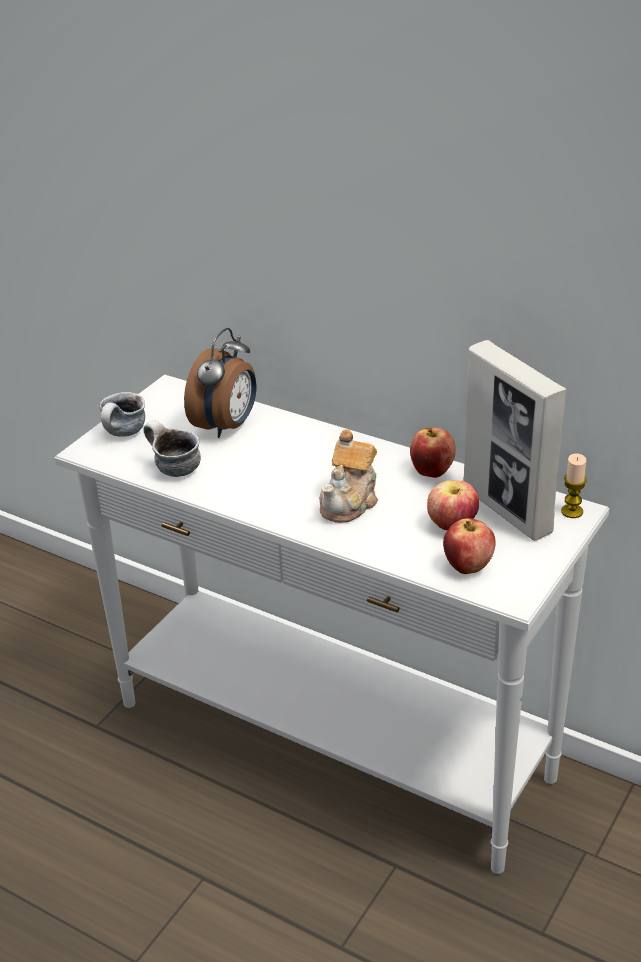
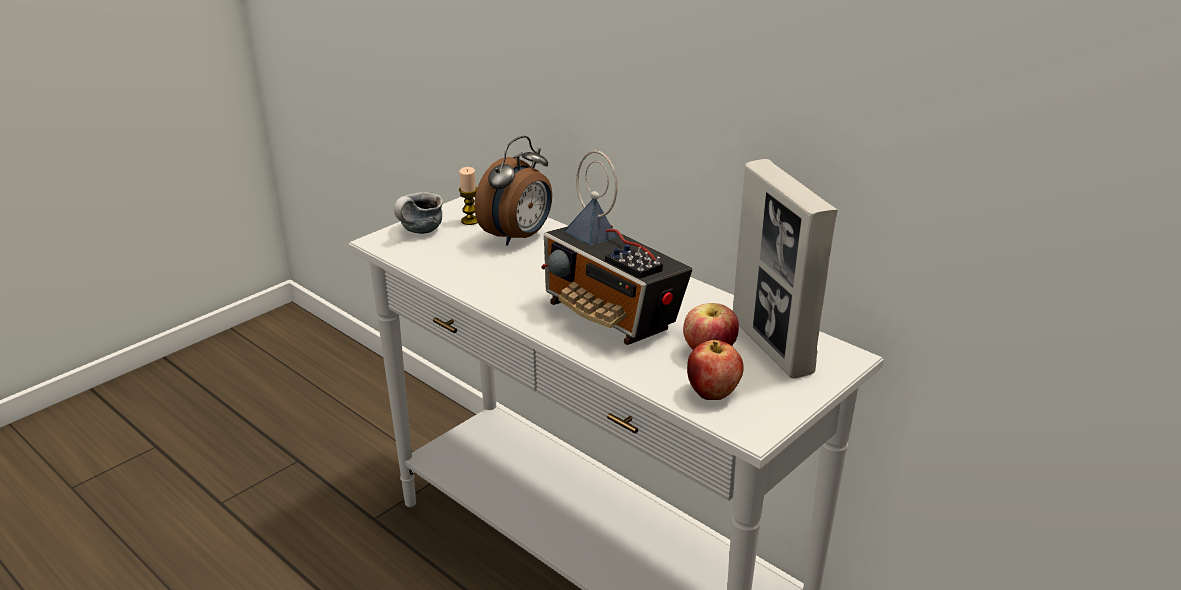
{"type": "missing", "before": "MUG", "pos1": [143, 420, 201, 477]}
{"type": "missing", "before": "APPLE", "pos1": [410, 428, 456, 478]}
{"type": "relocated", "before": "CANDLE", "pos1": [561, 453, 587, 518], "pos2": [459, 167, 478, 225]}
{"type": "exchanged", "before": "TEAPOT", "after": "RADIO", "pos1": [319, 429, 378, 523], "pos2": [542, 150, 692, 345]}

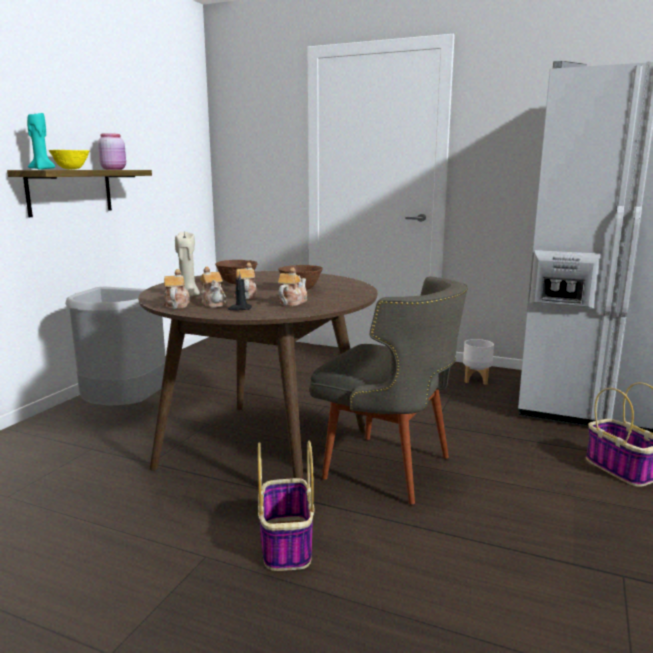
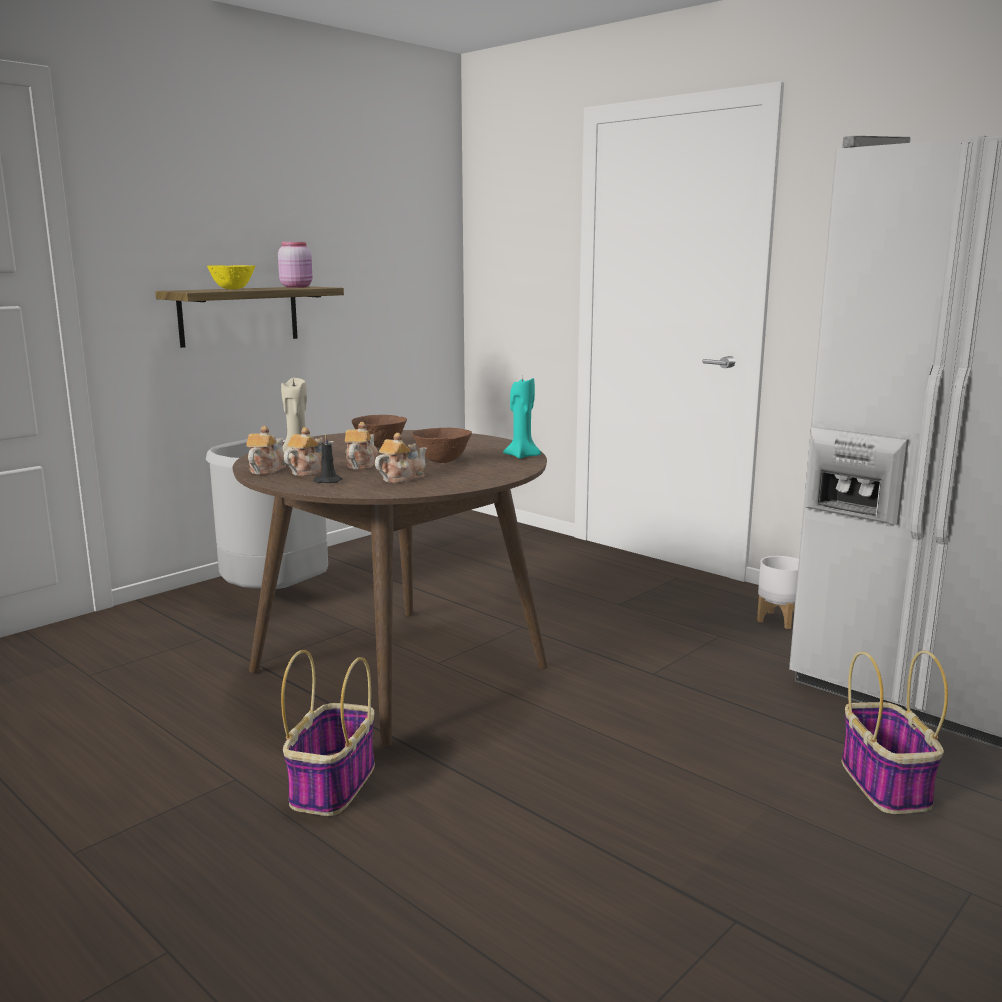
{"type": "missing", "before": "GREY CHAIR", "pos1": [309, 276, 468, 505]}
{"type": "relocated", "before": "TURQUOISE CANDLE", "pos1": [27, 113, 55, 170], "pos2": [503, 377, 541, 459]}
{"type": "spun", "before": "TEAPOT", "pos1": [200, 266, 226, 308], "pos2": [284, 427, 333, 476], "turn": -135}

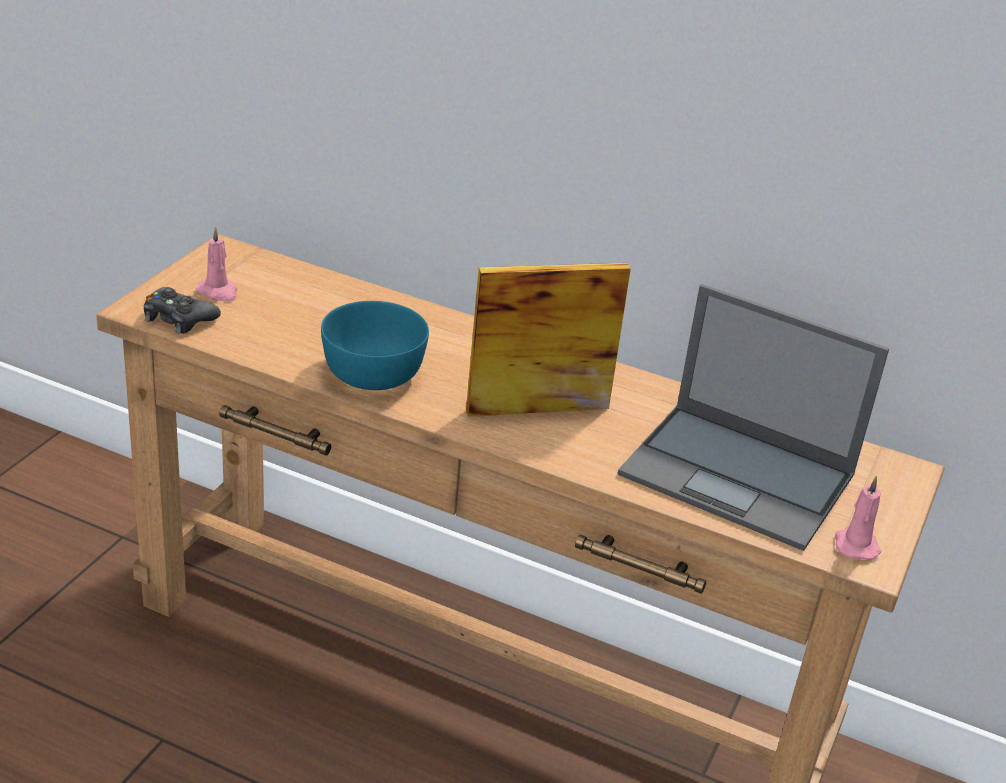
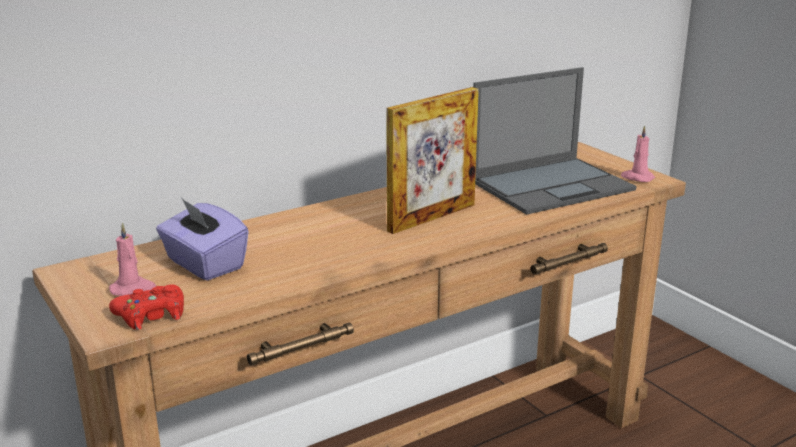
{"type": "missing", "before": "TURQUOISE BOWL", "pos1": [321, 301, 429, 390]}
{"type": "appeared", "after": "PURPLE TISSUE BOX", "pos2": [156, 199, 249, 281]}
{"type": "colour", "before": "BLACK GAME CONTROLLER", "after": "RED GAME CONTROLLER", "pos1": [144, 287, 221, 334], "pos2": [109, 284, 184, 330]}
{"type": "spun", "before": "PICTURE FRAME", "pos1": [466, 263, 631, 417], "pos2": [386, 87, 479, 234], "turn": -150}

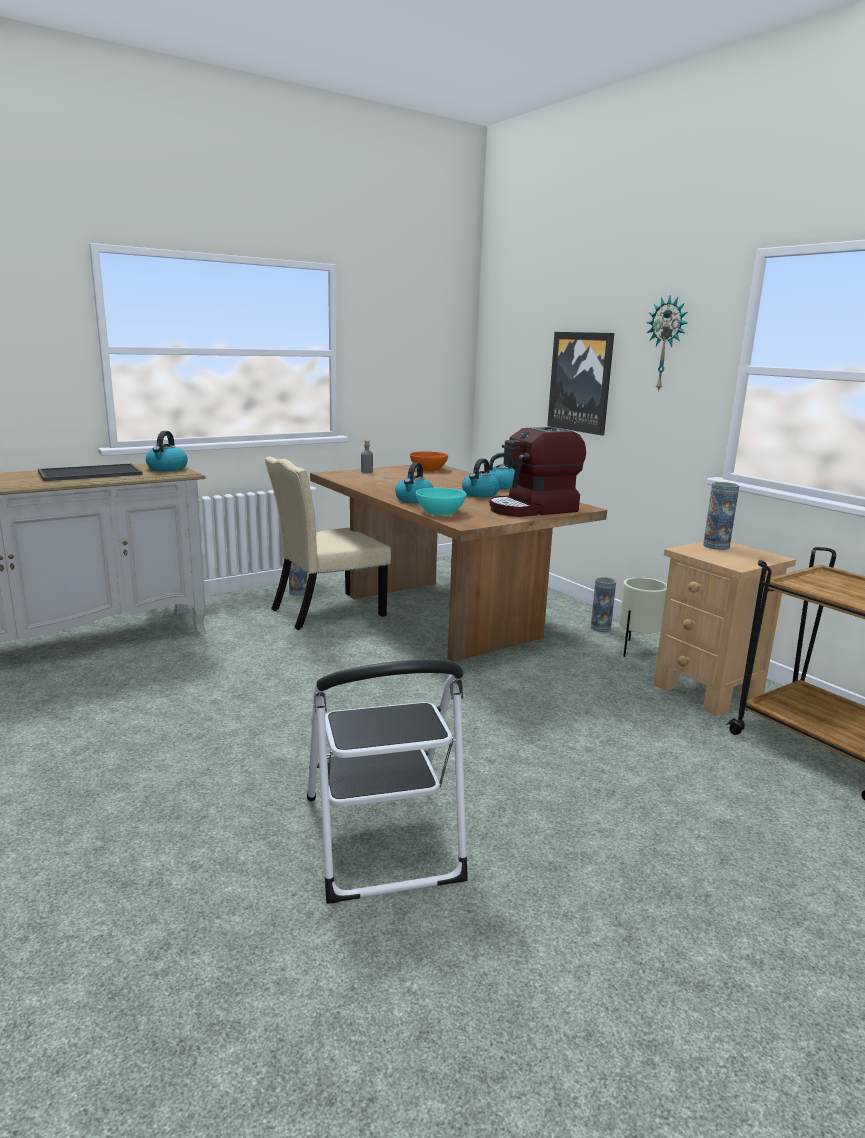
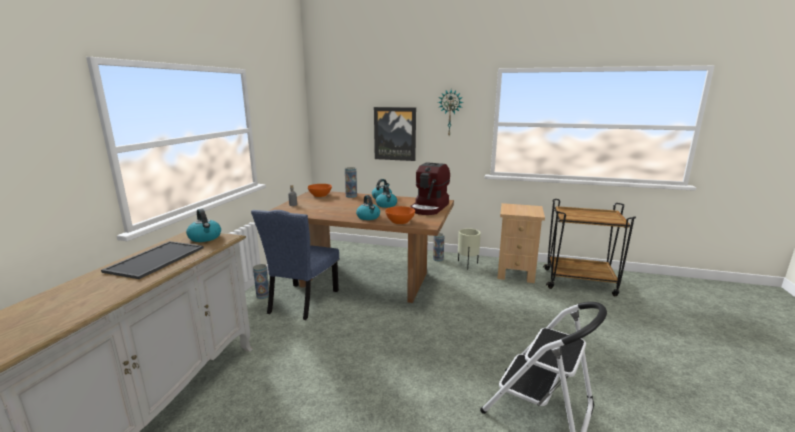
{"type": "relocated", "before": "VASE", "pos1": [703, 482, 739, 550], "pos2": [345, 167, 357, 198]}
{"type": "colour", "before": "BEIGE CHAIR", "after": "BLUE CHAIR", "pos1": [265, 457, 391, 630], "pos2": [251, 210, 340, 320]}
{"type": "colour", "before": "TURQUOISE BOWL", "after": "ORANGE BOWL", "pos1": [416, 488, 466, 515], "pos2": [385, 206, 415, 224]}

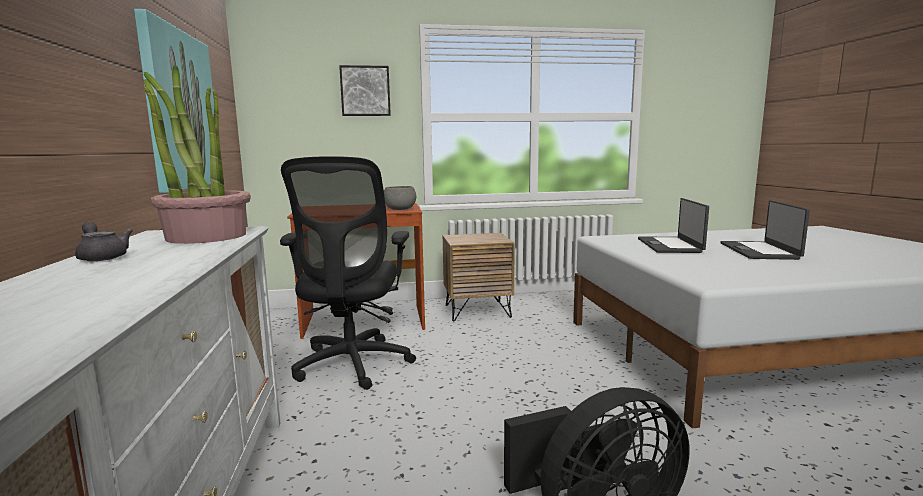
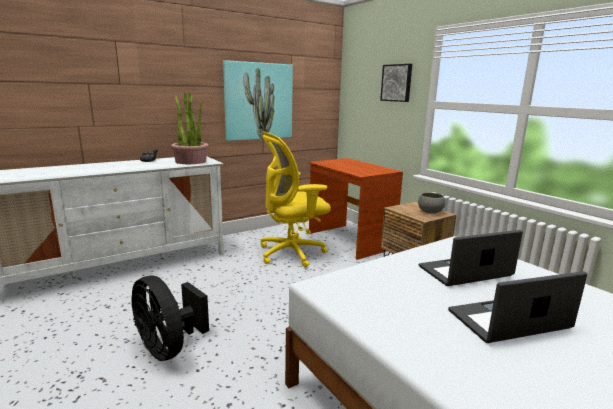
{"type": "relocated", "before": "GREY BOWL", "pos1": [384, 186, 416, 210], "pos2": [418, 193, 445, 213]}
{"type": "colour", "before": "BLACK OFFICE CHAIR", "after": "YELLOW OFFICE CHAIR", "pos1": [280, 156, 416, 390], "pos2": [261, 131, 331, 267]}

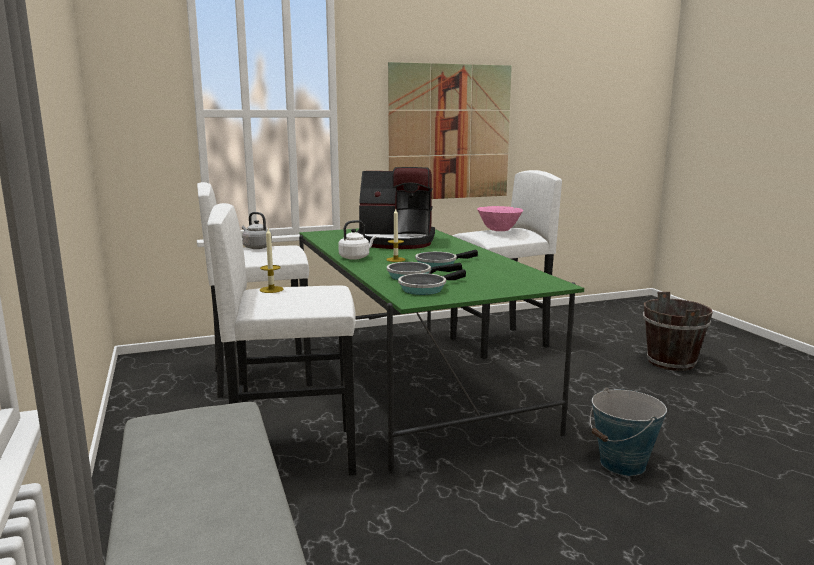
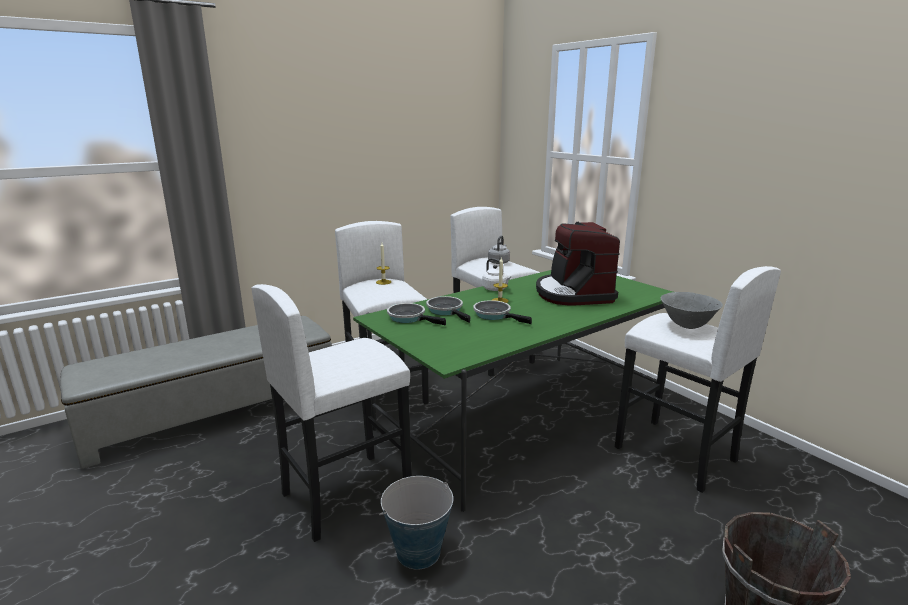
{"type": "missing", "before": "PICTURE", "pos1": [388, 62, 512, 199]}
{"type": "appeared", "after": "WHITE STOOL", "pos2": [251, 284, 411, 542]}
{"type": "colour", "before": "PINK BOWL", "after": "GREY BOWL", "pos1": [477, 206, 523, 231], "pos2": [661, 292, 723, 329]}

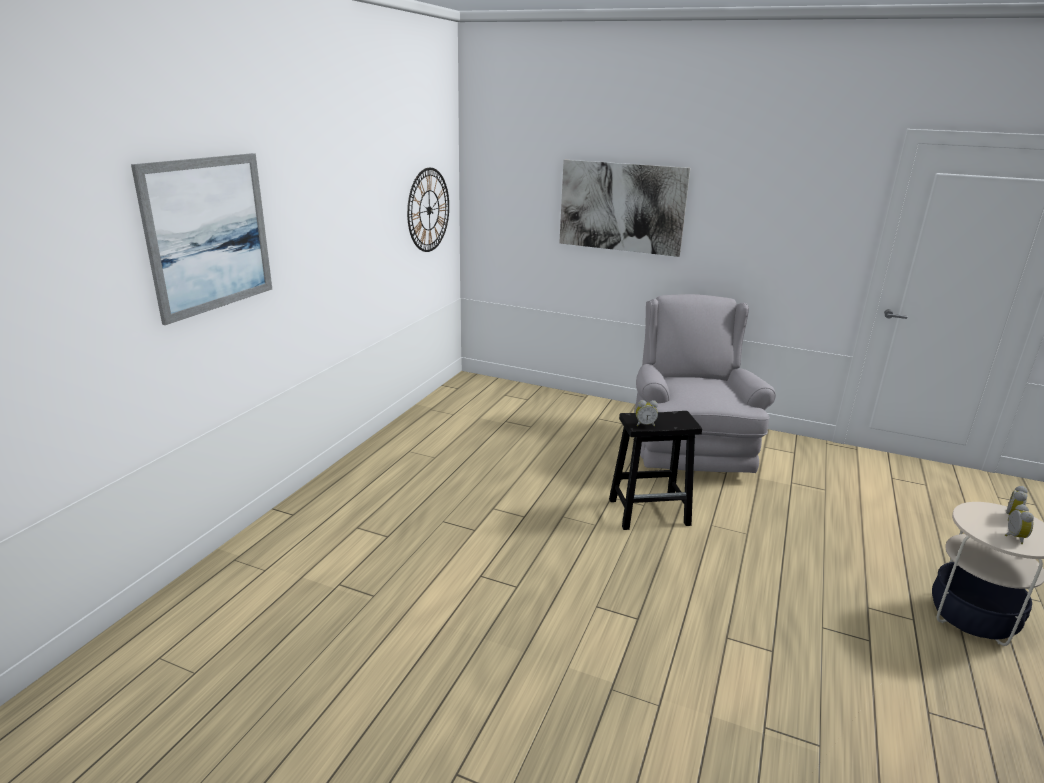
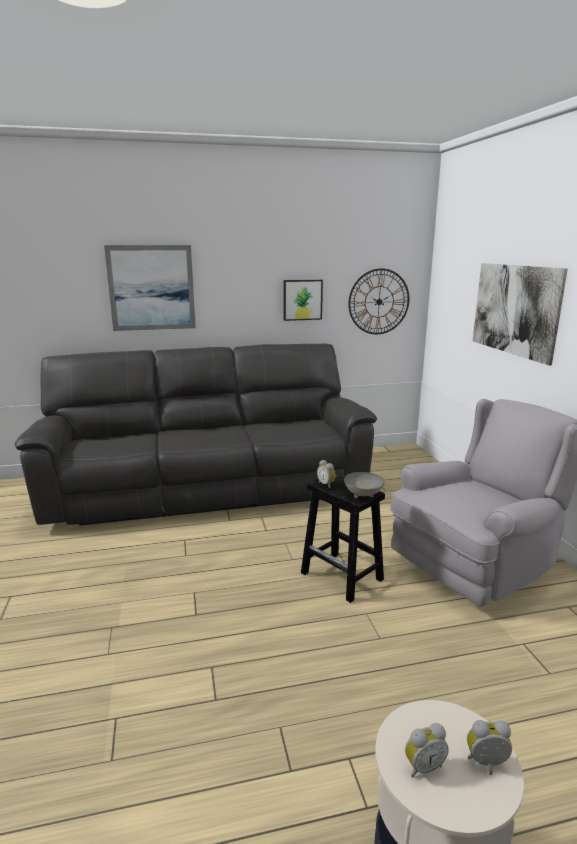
{"type": "appeared", "after": "GREY SOFA", "pos2": [15, 344, 377, 525]}
{"type": "appeared", "after": "PICTURE", "pos2": [283, 280, 323, 321]}
{"type": "appeared", "after": "GREY BOWL", "pos2": [344, 472, 384, 498]}

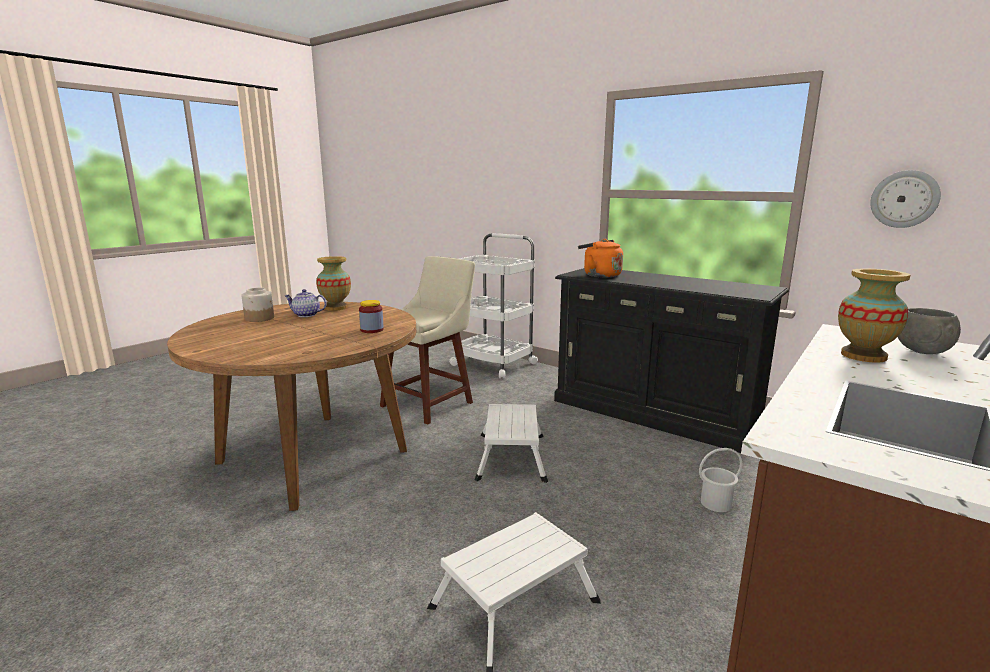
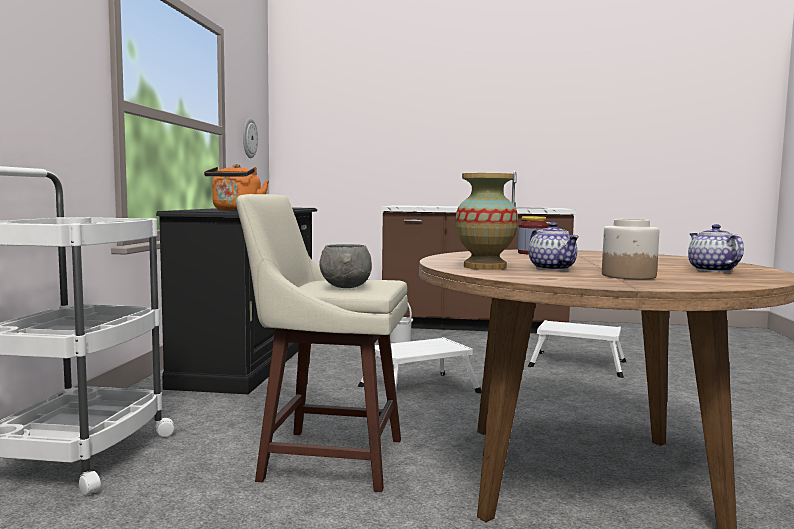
{"type": "missing", "before": "VASE", "pos1": [838, 269, 910, 363]}
{"type": "appeared", "after": "TEAPOT", "pos2": [688, 224, 744, 272]}
{"type": "relocated", "before": "GREY BOWL", "pos1": [898, 308, 961, 354], "pos2": [319, 244, 372, 288]}

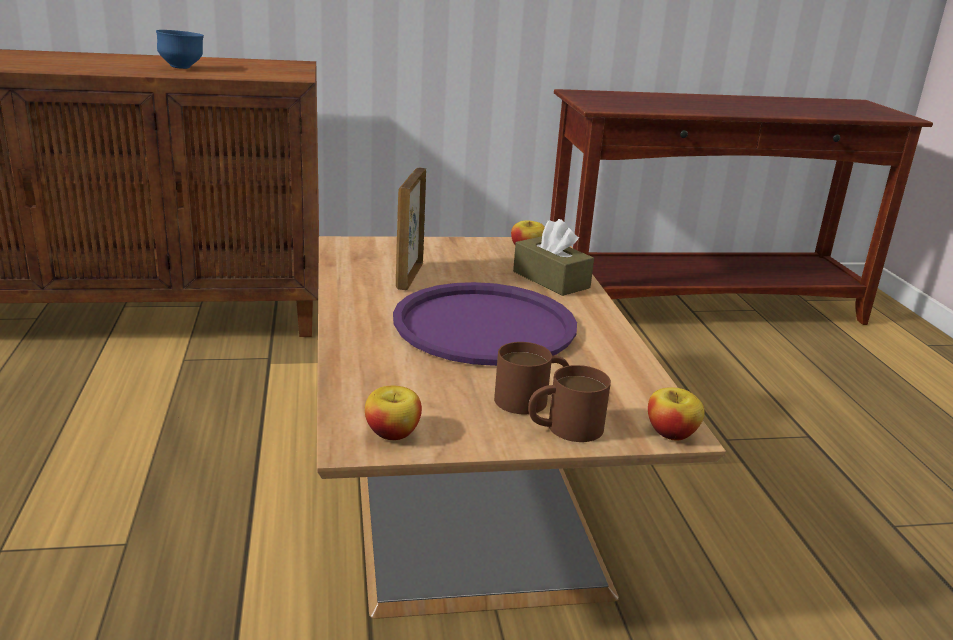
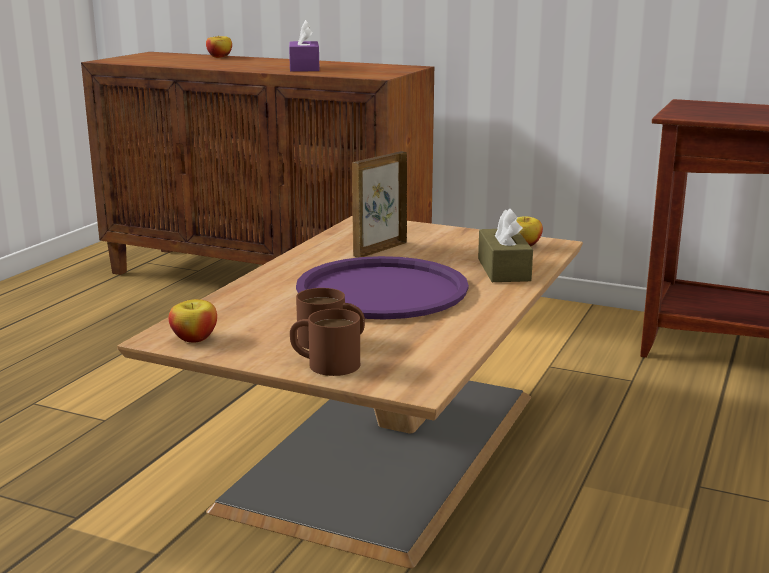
{"type": "relocated", "before": "APPLE", "pos1": [648, 387, 705, 441], "pos2": [206, 35, 232, 58]}
{"type": "exchanged", "before": "BLUE BOWL", "after": "PURPLE TISSUE BOX", "pos1": [156, 30, 204, 69], "pos2": [289, 20, 320, 72]}

